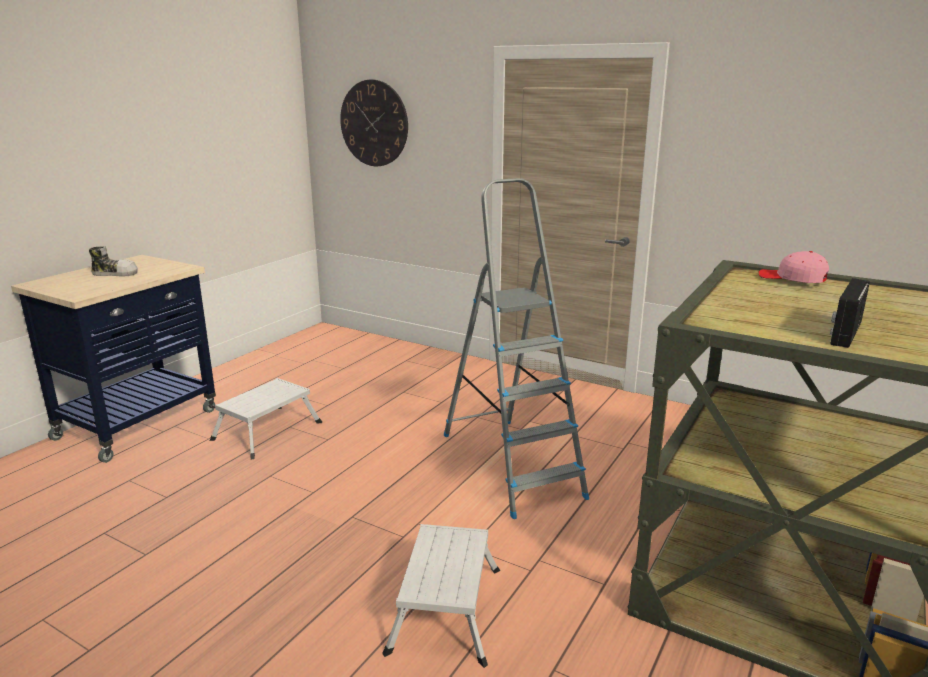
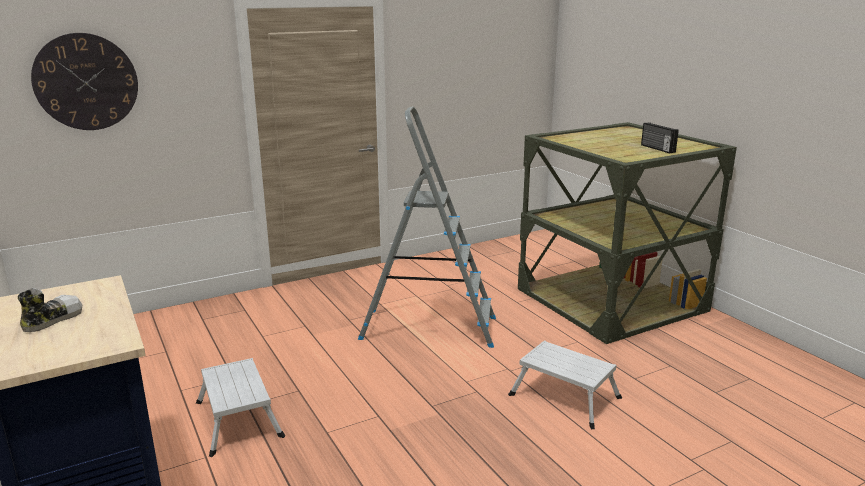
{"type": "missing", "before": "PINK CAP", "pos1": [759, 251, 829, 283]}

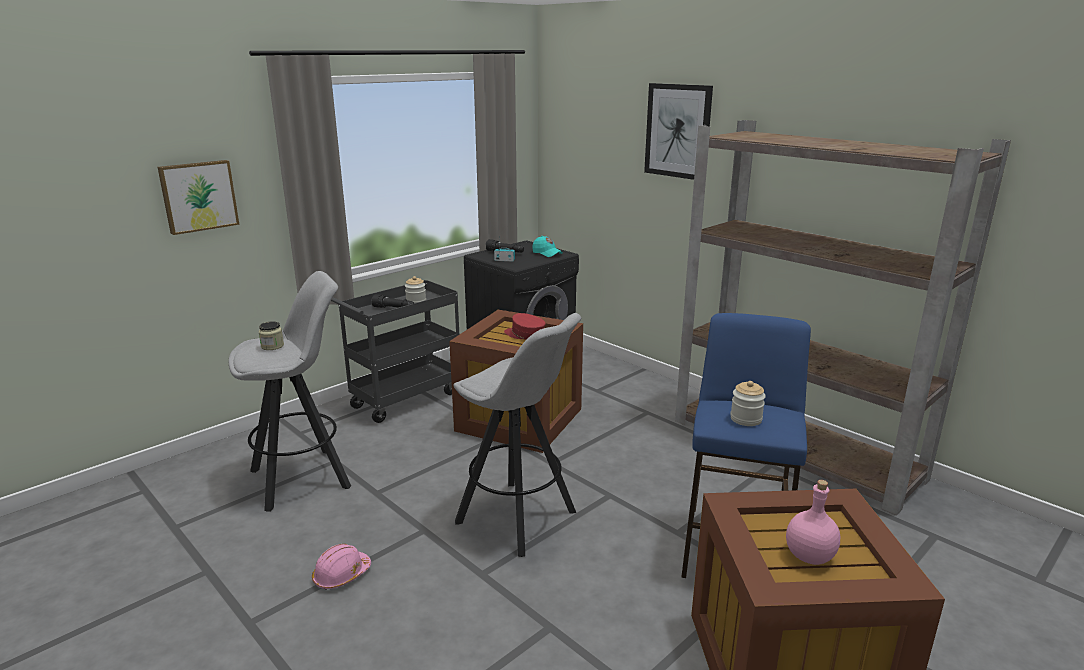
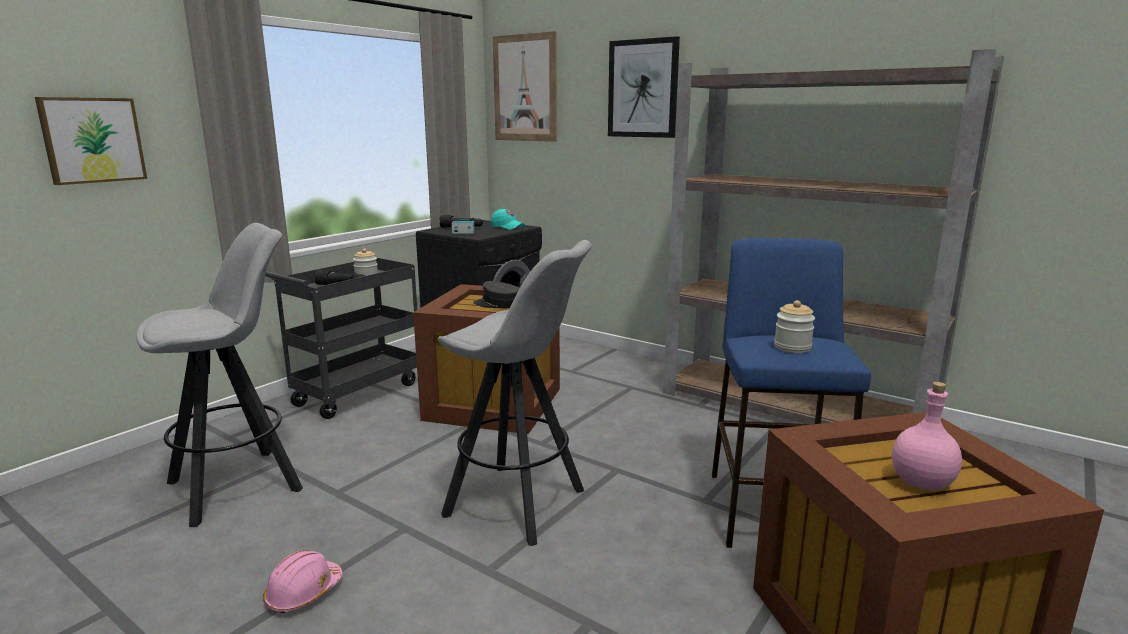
{"type": "missing", "before": "JAR", "pos1": [259, 321, 284, 350]}
{"type": "appeared", "after": "PICTURE", "pos2": [493, 31, 557, 142]}
{"type": "colour", "before": "RED CAP", "after": "GREY CAP", "pos1": [504, 313, 546, 340], "pos2": [473, 281, 520, 308]}

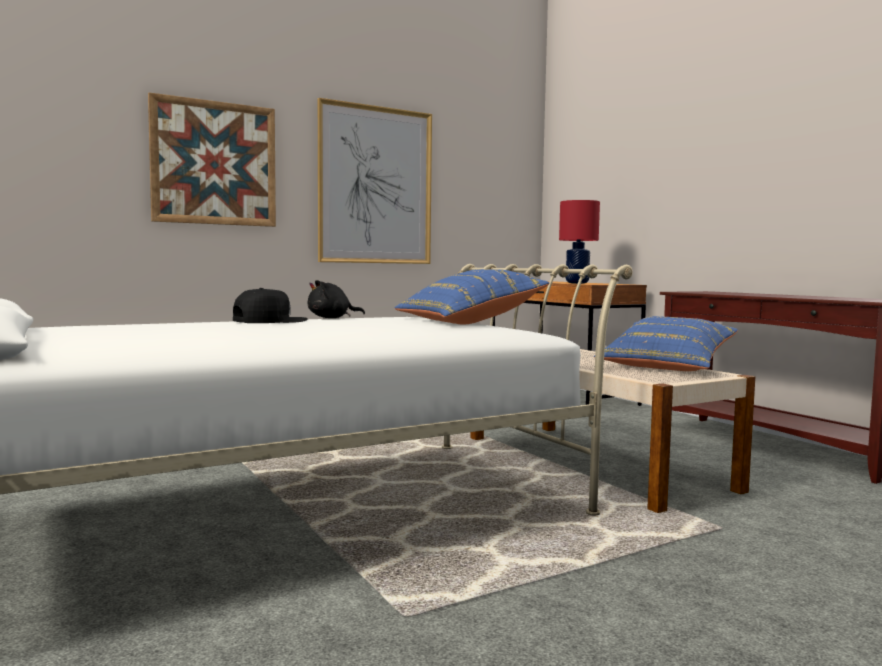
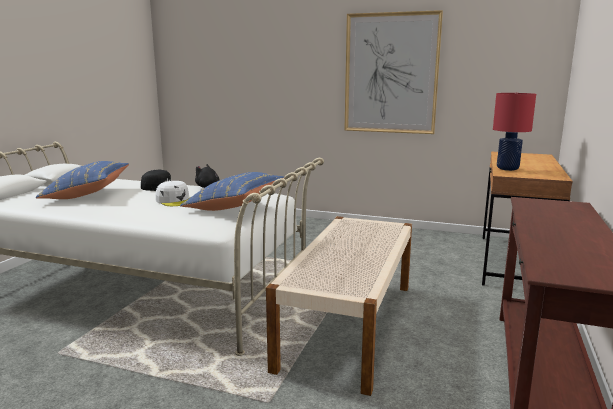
{"type": "missing", "before": "PICTURE", "pos1": [148, 92, 276, 227]}
{"type": "appeared", "after": "WHITE CAP", "pos2": [155, 181, 190, 206]}
{"type": "relocated", "before": "BLUE PILLOW", "pos1": [594, 316, 738, 371], "pos2": [35, 161, 129, 199]}

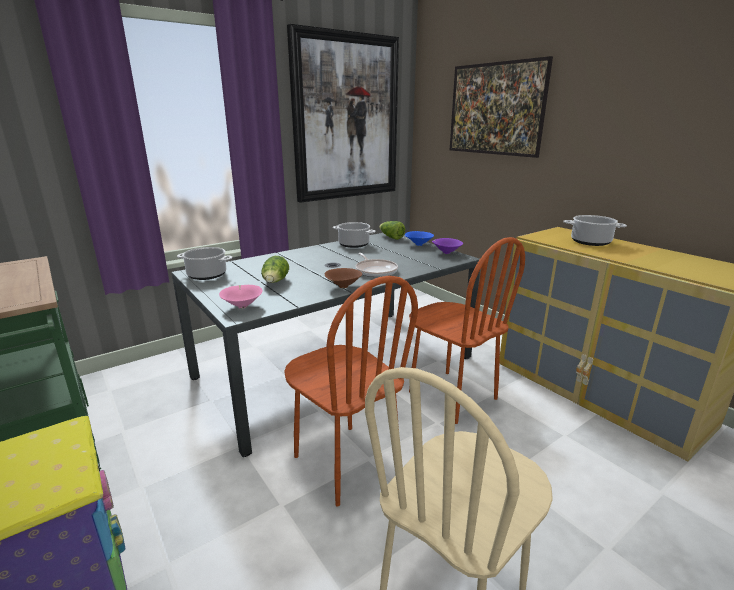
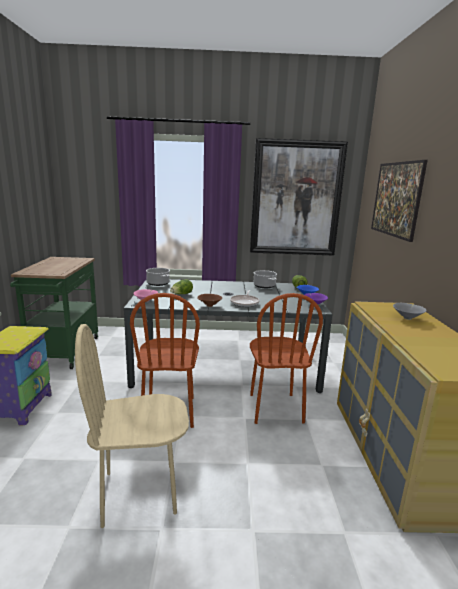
{"type": "exchanged", "before": "COOKING POT", "after": "GREY BOWL", "pos1": [563, 215, 627, 246], "pos2": [393, 303, 427, 320]}

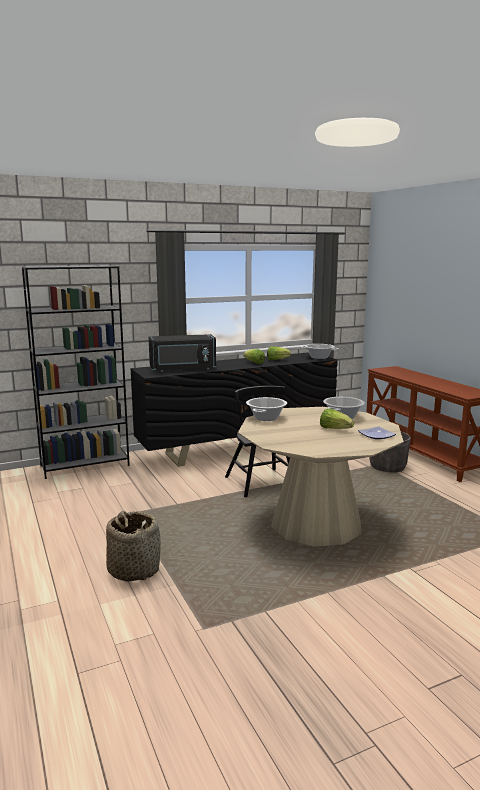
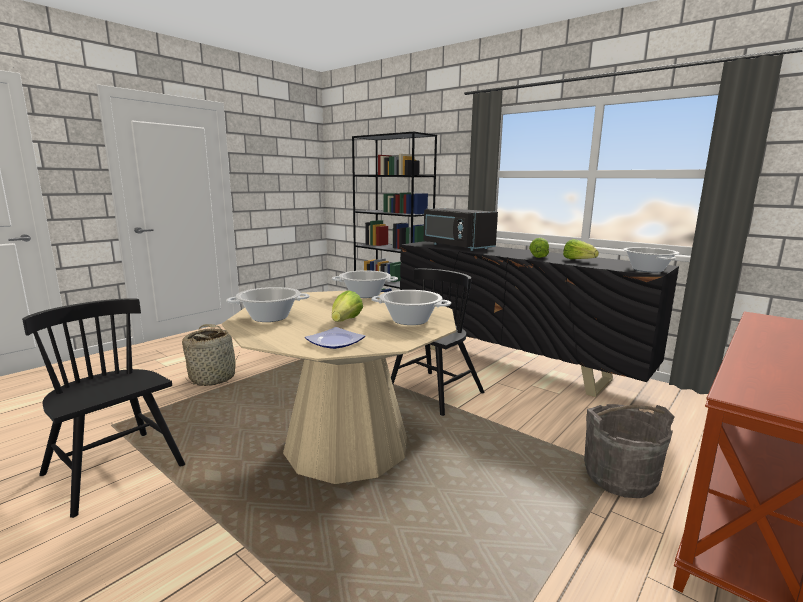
{"type": "appeared", "after": "BLACK CHAIR", "pos2": [22, 298, 185, 518]}
{"type": "appeared", "after": "COOKING POT", "pos2": [226, 287, 310, 322]}

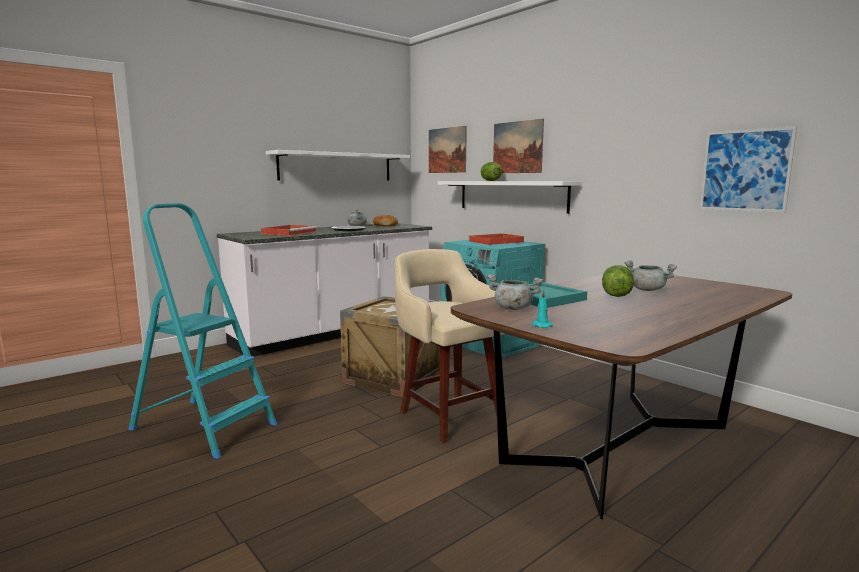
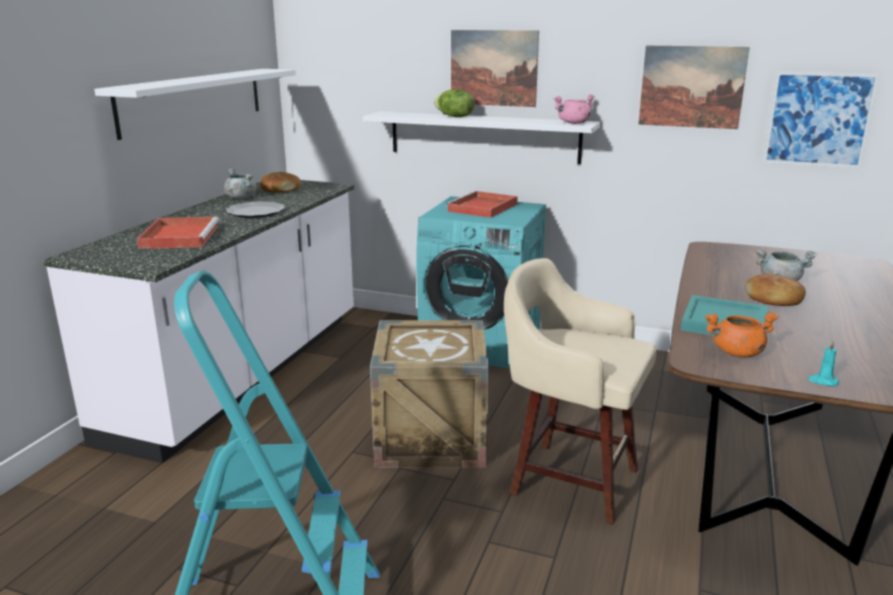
{"type": "appeared", "after": "PINK COOKING POT", "pos2": [553, 94, 595, 124]}
{"type": "relocated", "before": "PICTURE", "pos1": [429, 126, 467, 173], "pos2": [638, 46, 750, 129]}
{"type": "exchanged", "before": "LETTUCE", "after": "BREAD", "pos1": [602, 265, 634, 297], "pos2": [746, 274, 806, 306]}
{"type": "colour", "before": "GREY COOKING POT", "after": "ORANGE COOKING POT", "pos1": [487, 274, 543, 310], "pos2": [705, 312, 779, 357]}

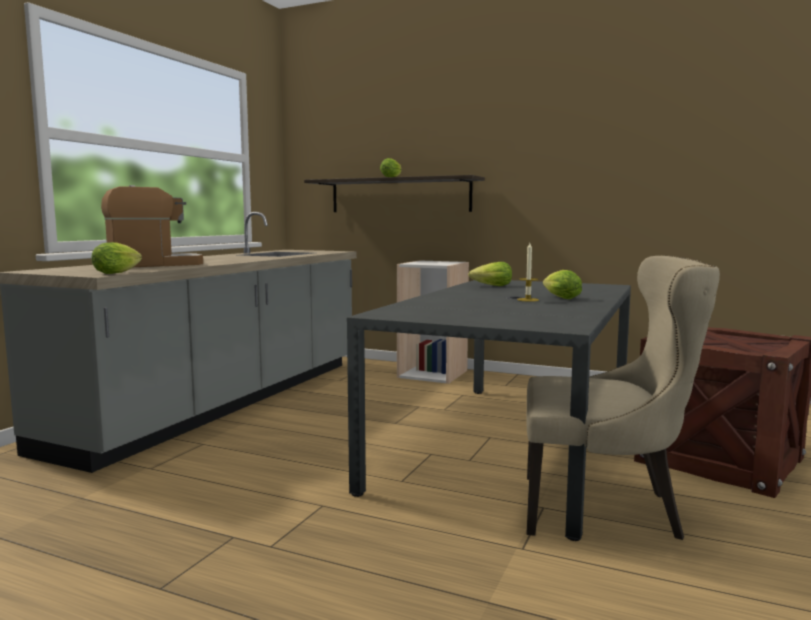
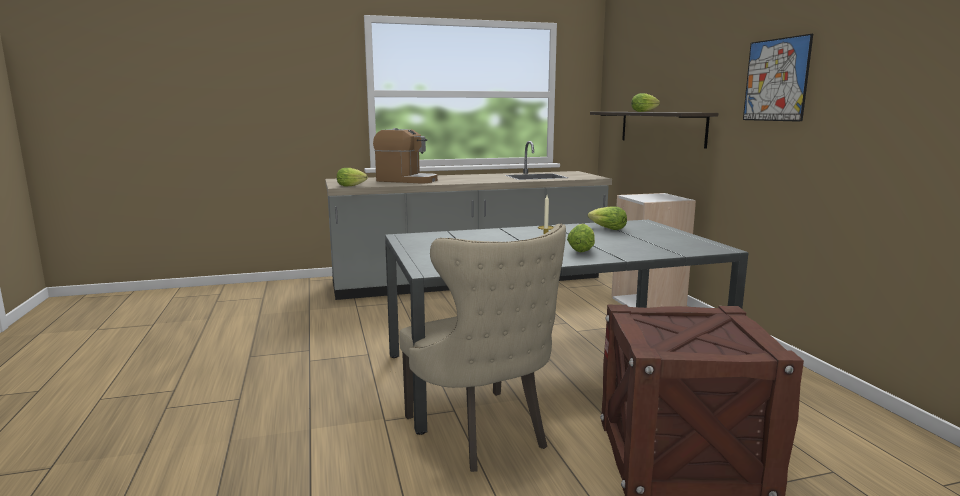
{"type": "appeared", "after": "PICTURE", "pos2": [743, 34, 813, 122]}

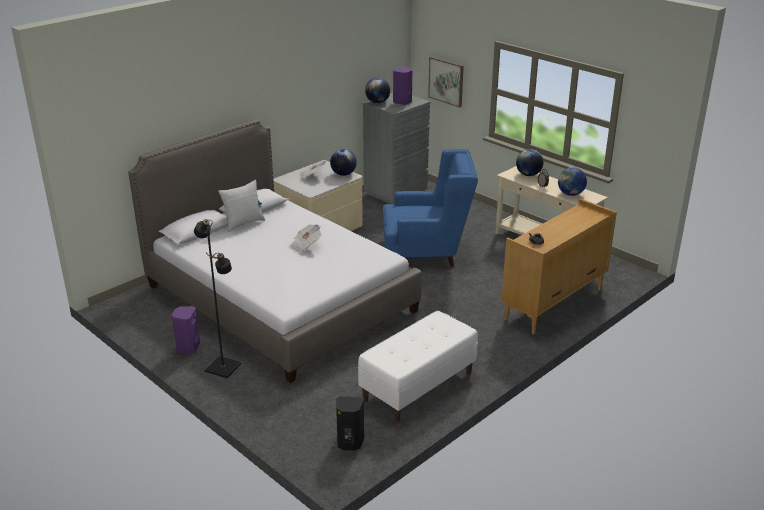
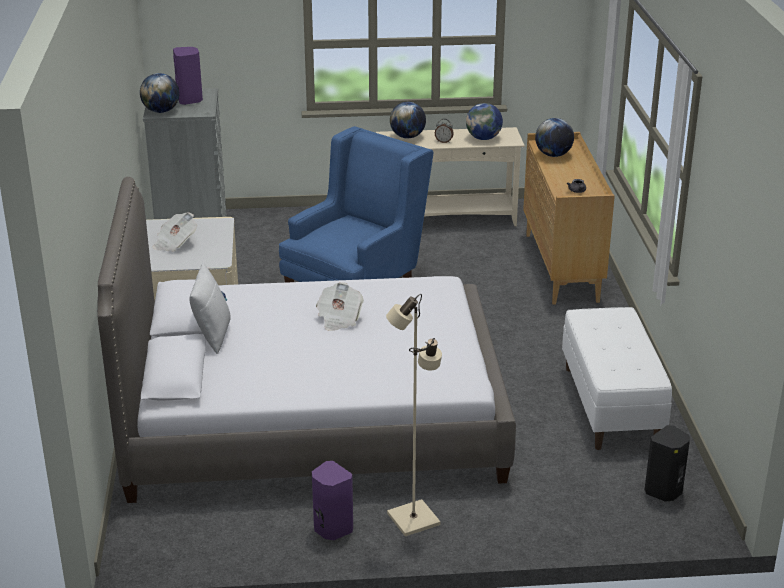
{"type": "missing", "before": "PICTURE", "pos1": [428, 56, 464, 108]}
{"type": "relocated", "before": "GLOBE", "pos1": [330, 149, 357, 176], "pos2": [535, 118, 574, 157]}
{"type": "colour", "before": "BLACK FLOOR LAMP", "after": "BEIGE FLOOR LAMP", "pos1": [194, 219, 241, 378], "pos2": [386, 294, 442, 536]}

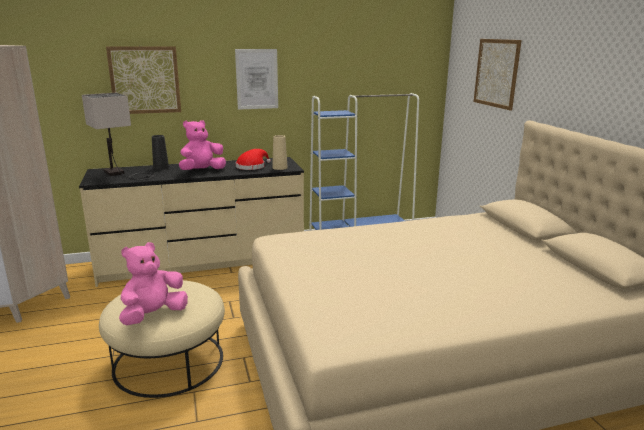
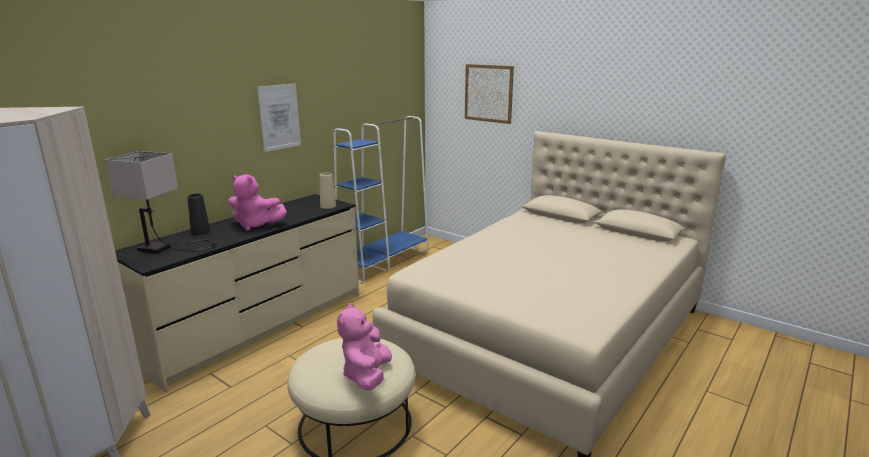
{"type": "missing", "before": "PICTURE", "pos1": [106, 45, 181, 114]}
{"type": "missing", "before": "RED HAT", "pos1": [236, 149, 271, 170]}
{"type": "spun", "before": "PINK PLUSH TOY", "pos1": [179, 120, 226, 170], "pos2": [228, 174, 287, 231], "turn": -90}

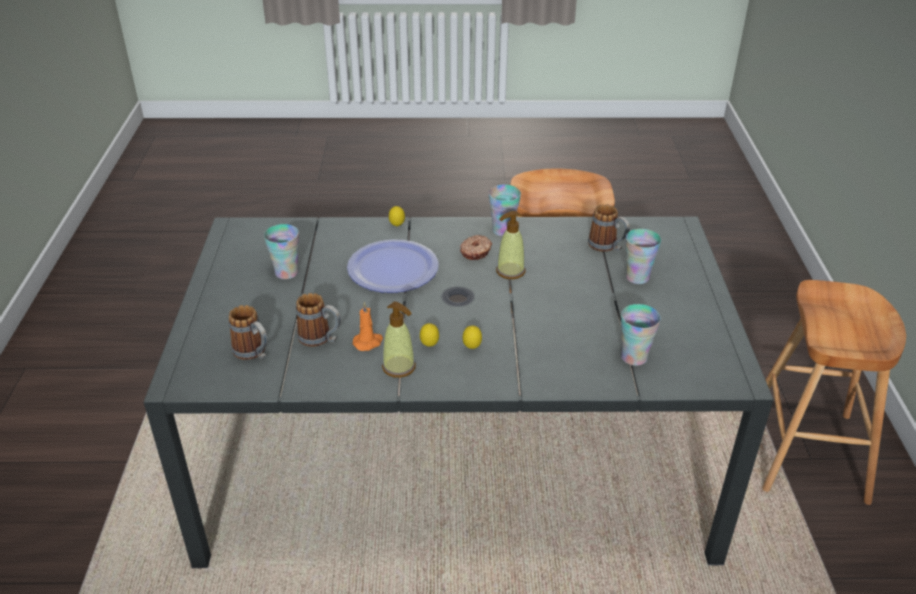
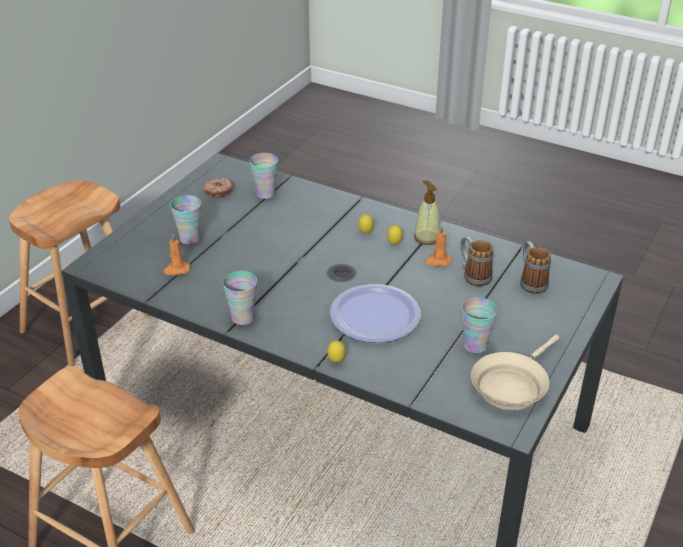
{"type": "missing", "before": "SOAP DISPENSER", "pos1": [496, 211, 525, 279]}
{"type": "appeared", "after": "BEIGE FRYING PAN", "pos2": [471, 335, 559, 410]}
{"type": "relocated", "before": "DONUT", "pos1": [460, 235, 492, 260], "pos2": [203, 178, 233, 198]}
{"type": "exchanged", "before": "MUG", "after": "ORANGE CANDLE", "pos1": [588, 204, 630, 252], "pos2": [163, 234, 190, 275]}

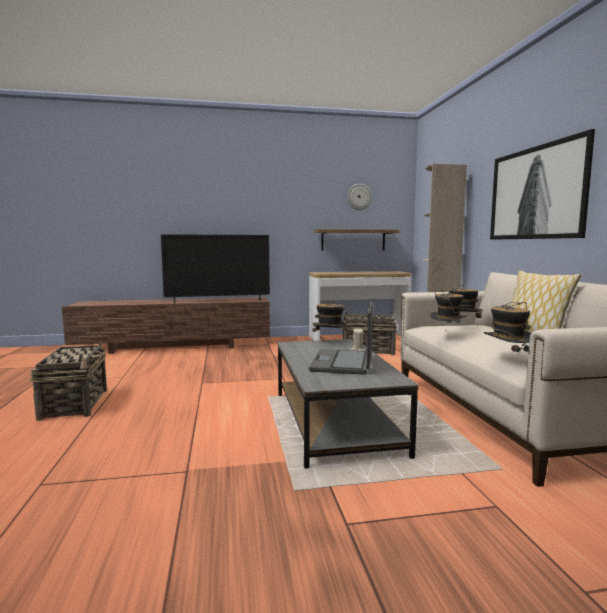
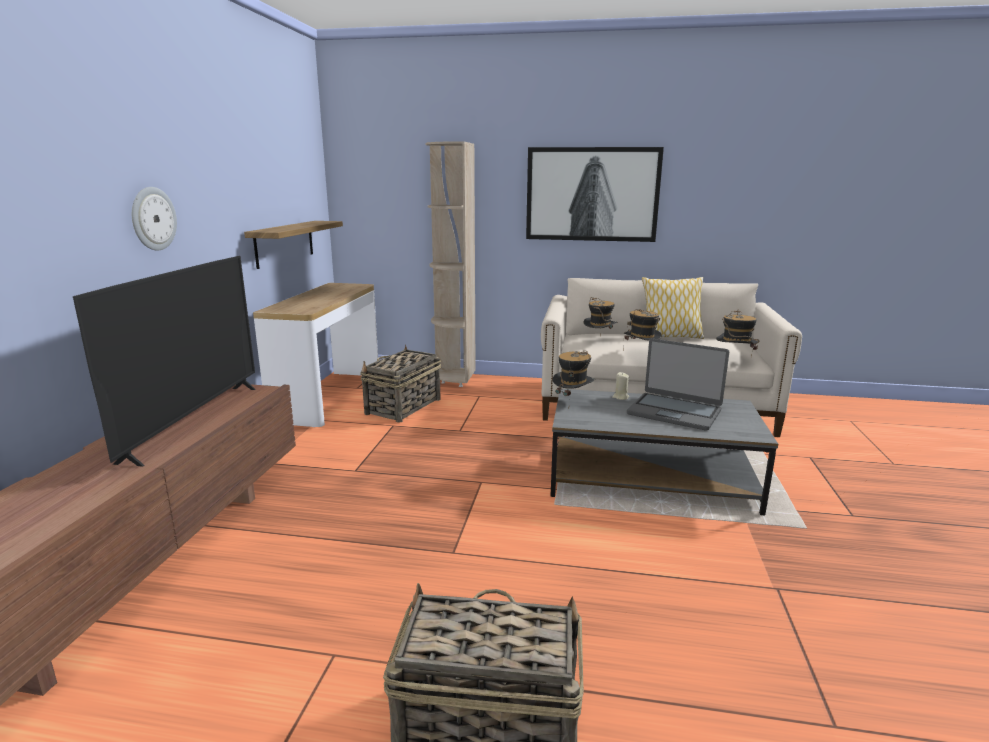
{"type": "relocated", "before": "WALL CLOCK", "pos1": [347, 184, 372, 210], "pos2": [132, 187, 177, 251]}

